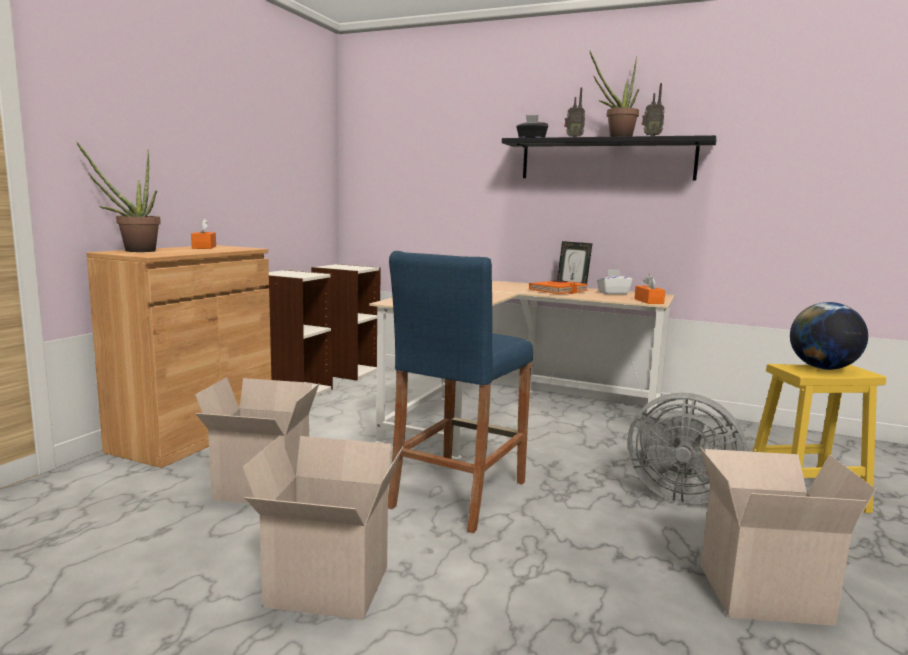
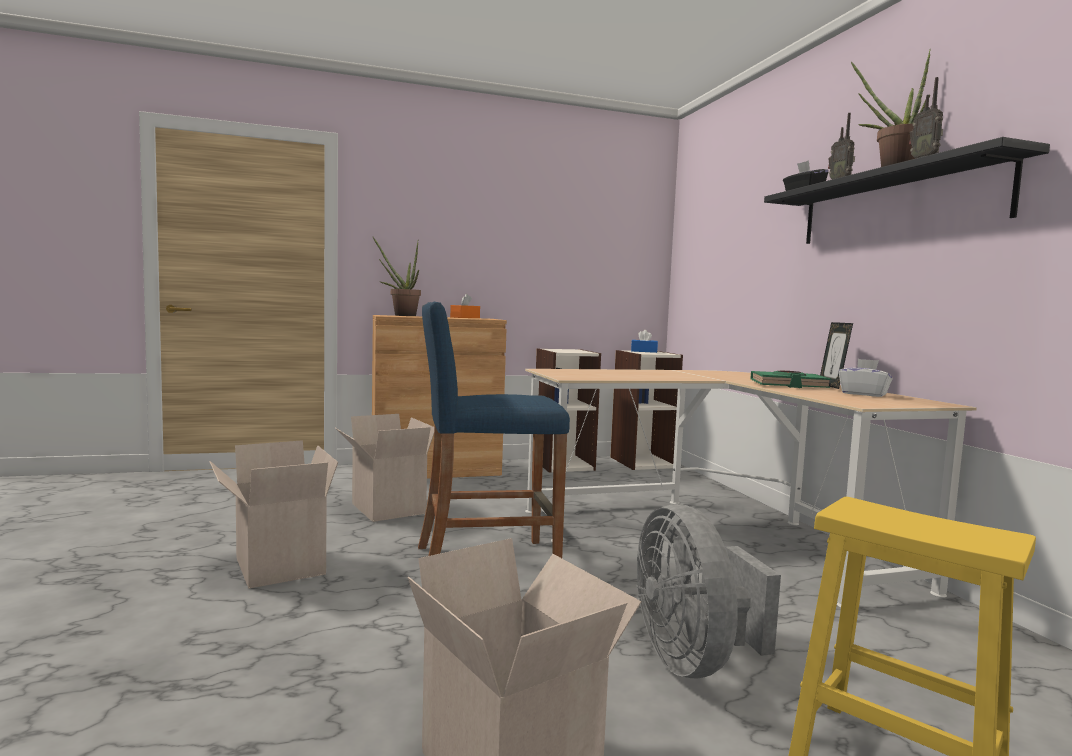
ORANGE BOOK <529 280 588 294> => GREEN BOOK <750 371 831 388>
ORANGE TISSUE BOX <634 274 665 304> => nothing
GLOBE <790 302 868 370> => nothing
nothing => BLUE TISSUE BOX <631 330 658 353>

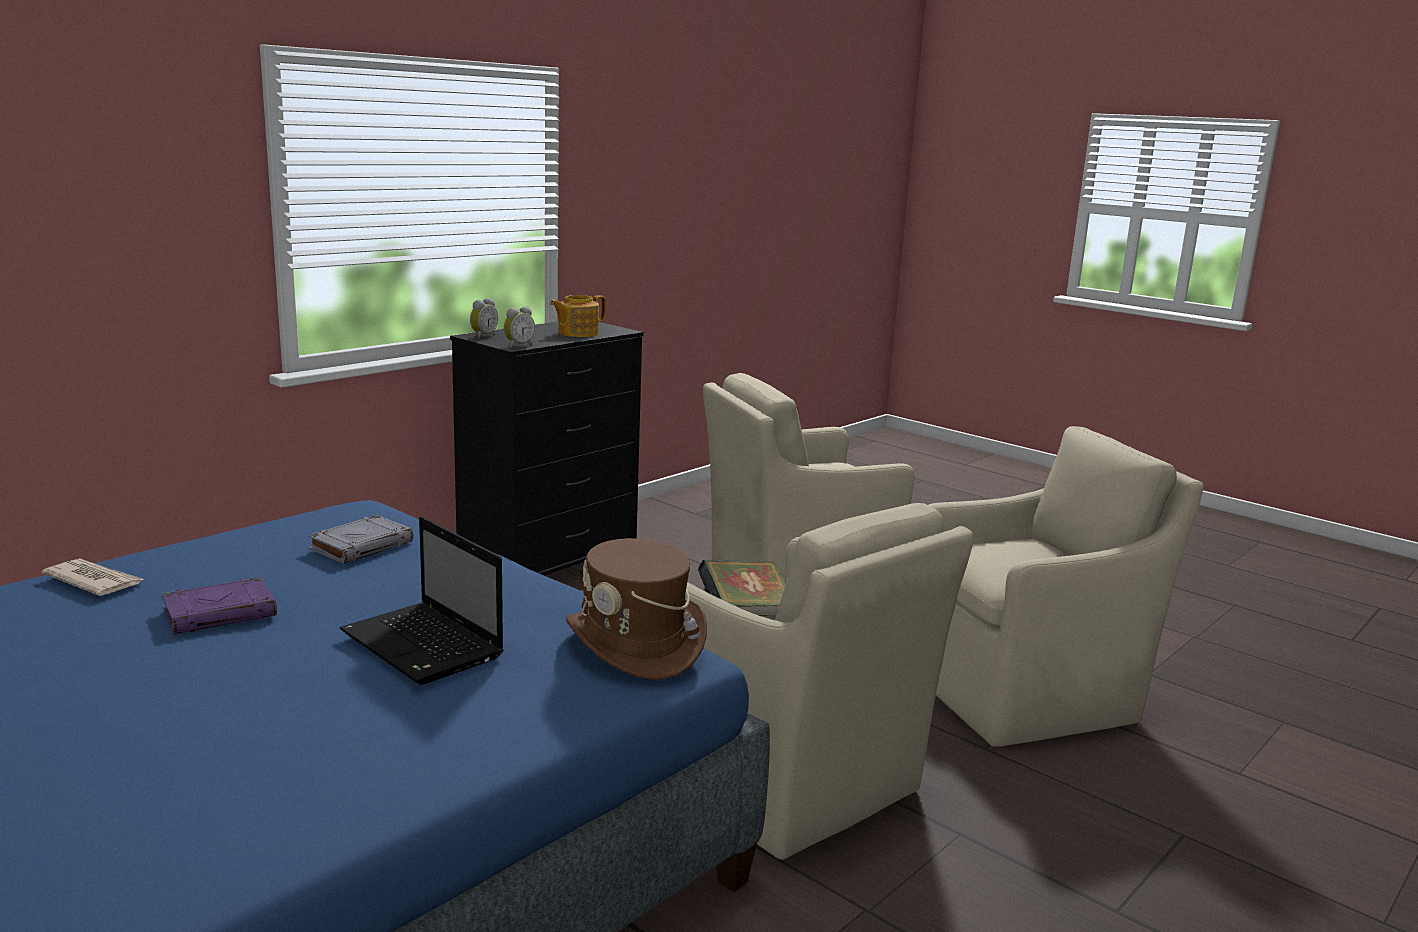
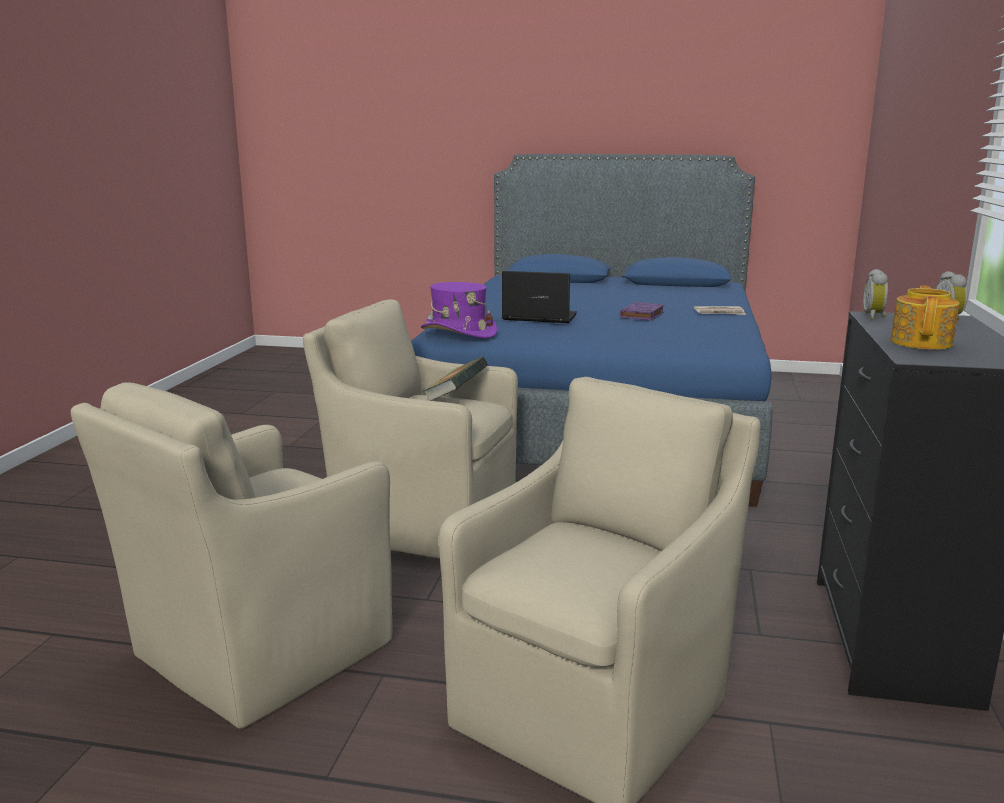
GREY BOOK <308 515 413 564> => nothing
BROWN HAT <566 538 707 680> => PURPLE HAT <421 282 497 338>

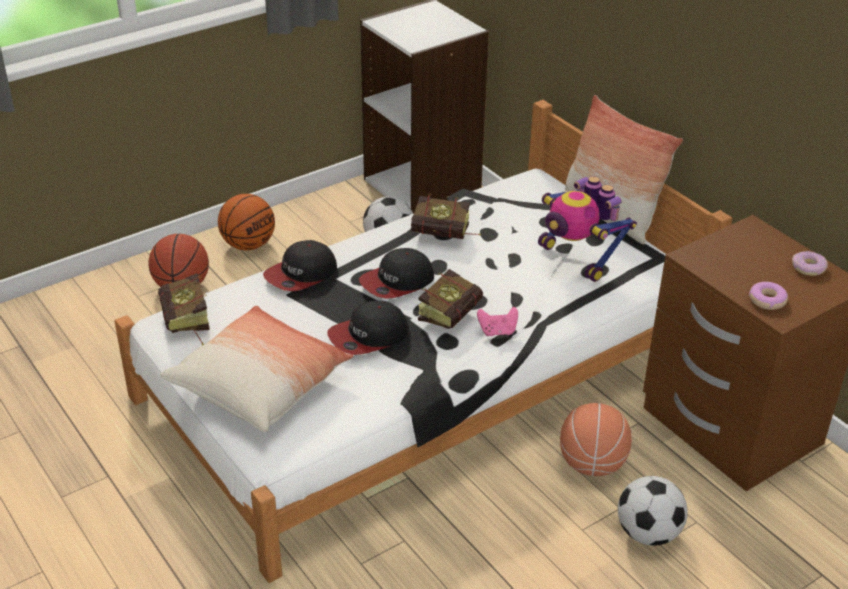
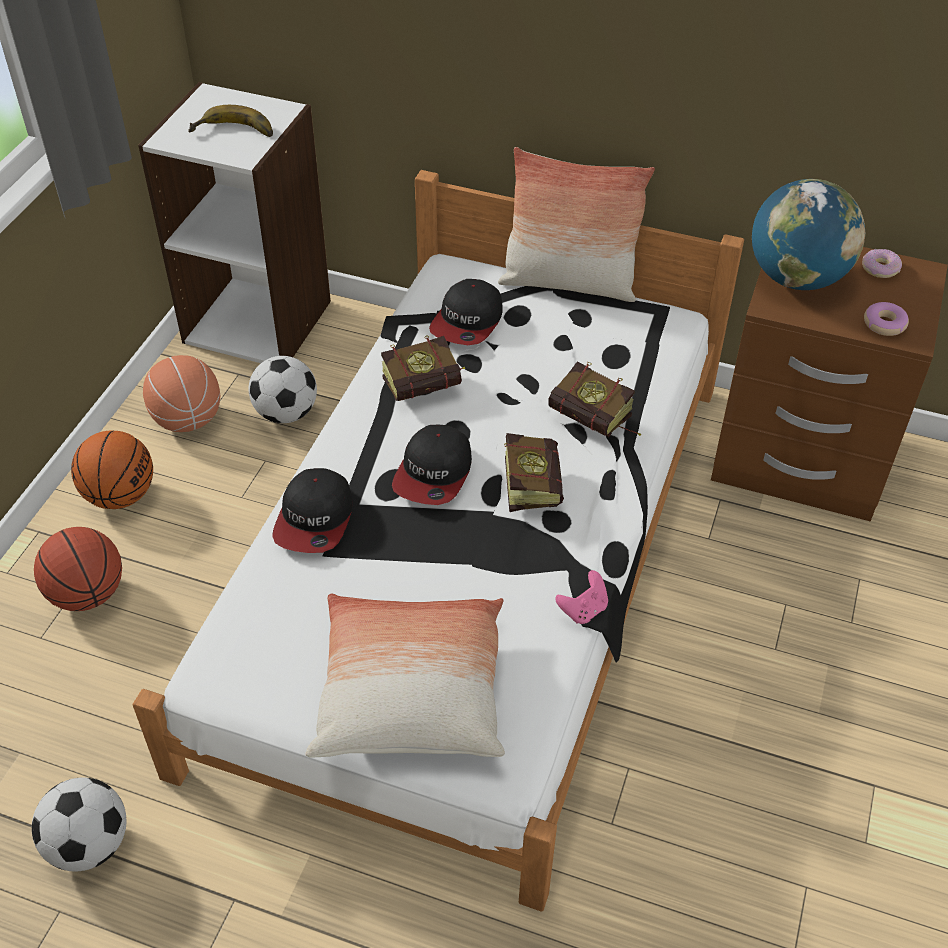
BOOK <158 273 210 345> => BOOK <548 361 641 437>, shifted
CAP <327 301 409 355> => CAP <429 279 502 345>, shifted
PINK GAME CONTROLLER <477 307 518 336> => PINK GAME CONTROLLER <556 570 608 624>, shifted
TOY ROBOT <538 176 637 282> => nothing
BASKETBALL <560 403 632 476> => BASKETBALL <143 355 220 432>, shifted
FOOTBALL <618 476 688 546> => FOOTBALL <32 777 127 871>, shifted
nothing => BANANA <188 105 273 137>
nothing => GLOBE <752 179 865 290>

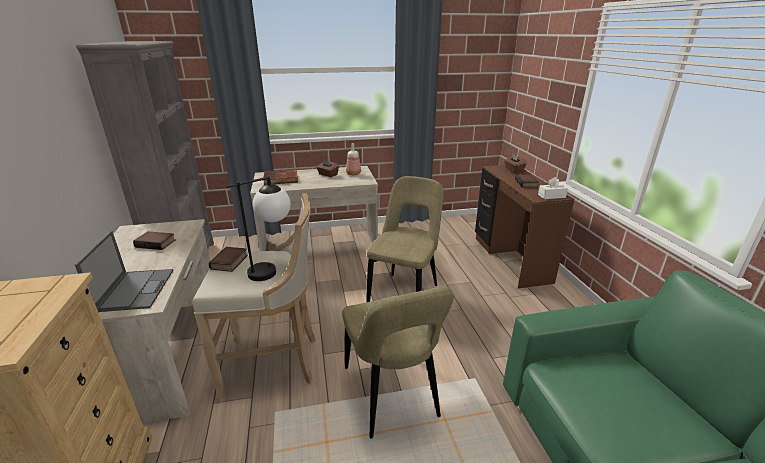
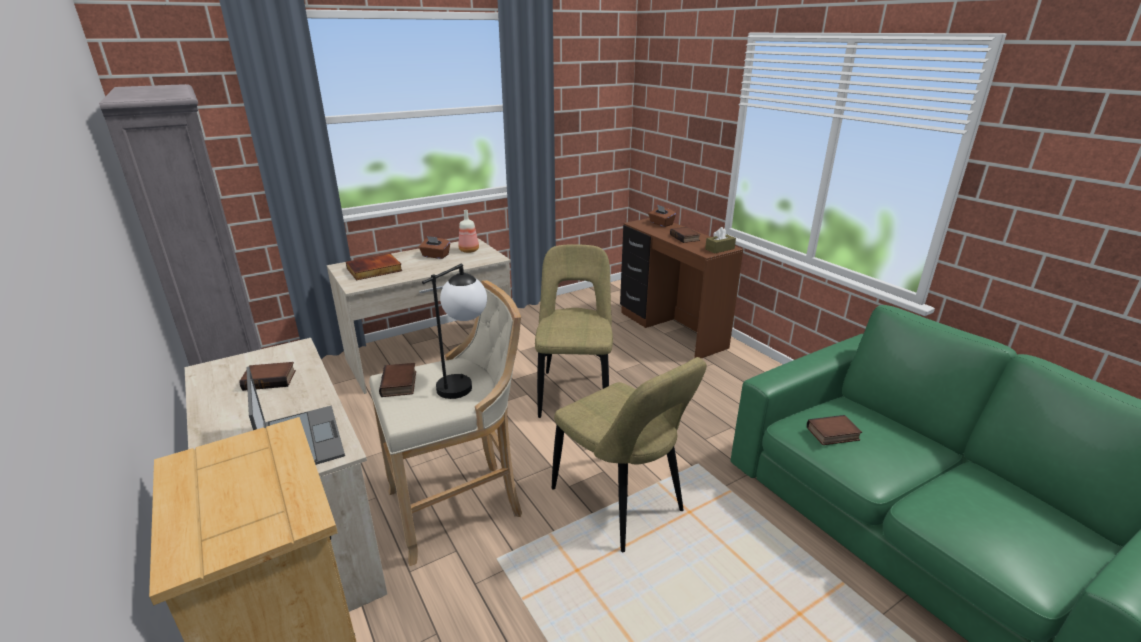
WHITE TISSUE BOX <538 177 568 199> => BROWN TISSUE BOX <705 227 736 253>
nothing => BOOK <807 415 862 445>

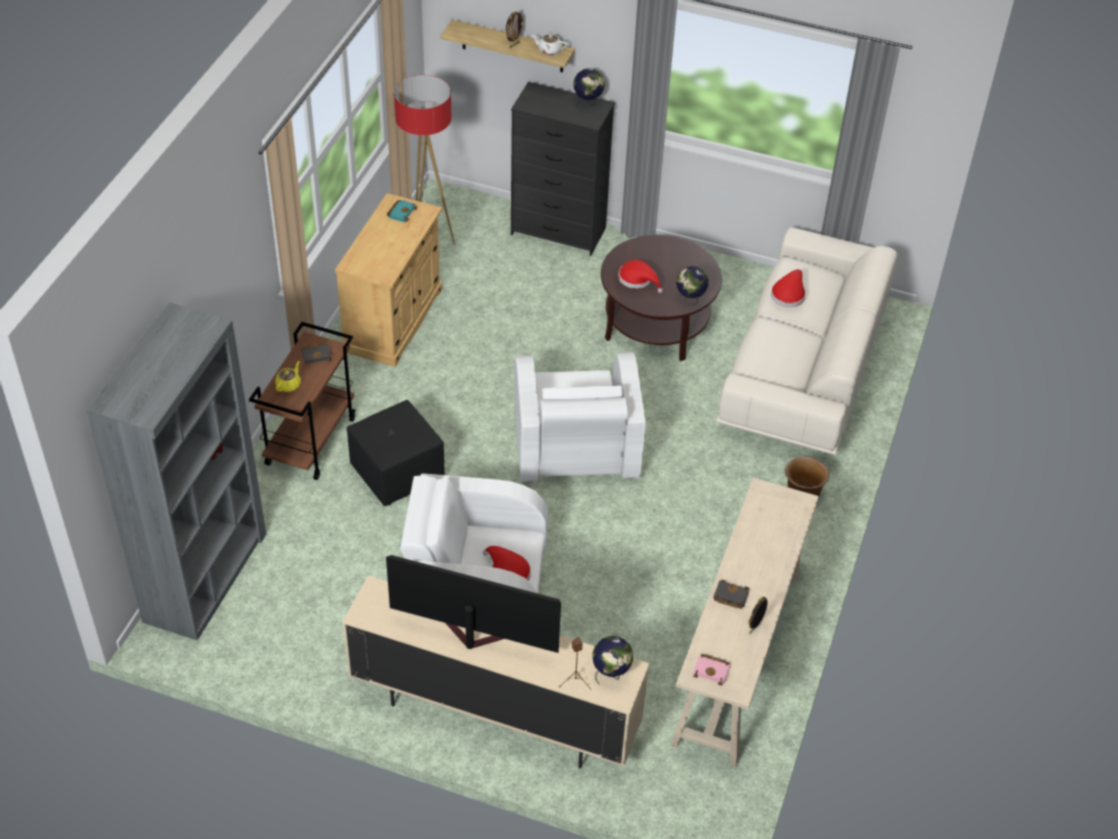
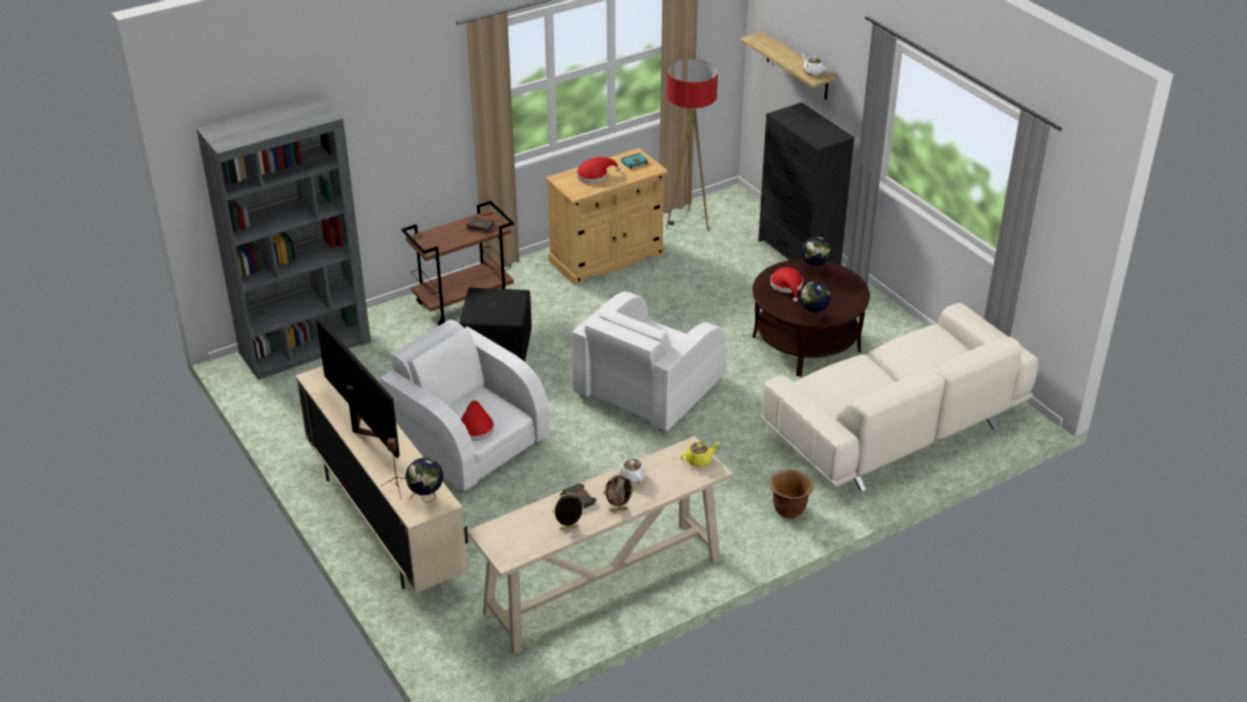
YELLOW TEAPOT <275 361 301 392> => YELLOW TEAPOT <681 442 719 467>, shifted
PICTURE FRAME <506 11 524 48> => PICTURE FRAME <603 475 635 511>, shifted
GLOBE <573 68 605 111> => GLOBE <802 236 831 273>, shifted
PINK BOOK <693 654 730 685> => nothing
RED HAT <771 269 806 307> => RED HAT <576 157 620 184>, shifted
nothing => WHITE TEAPOT <619 451 646 484>

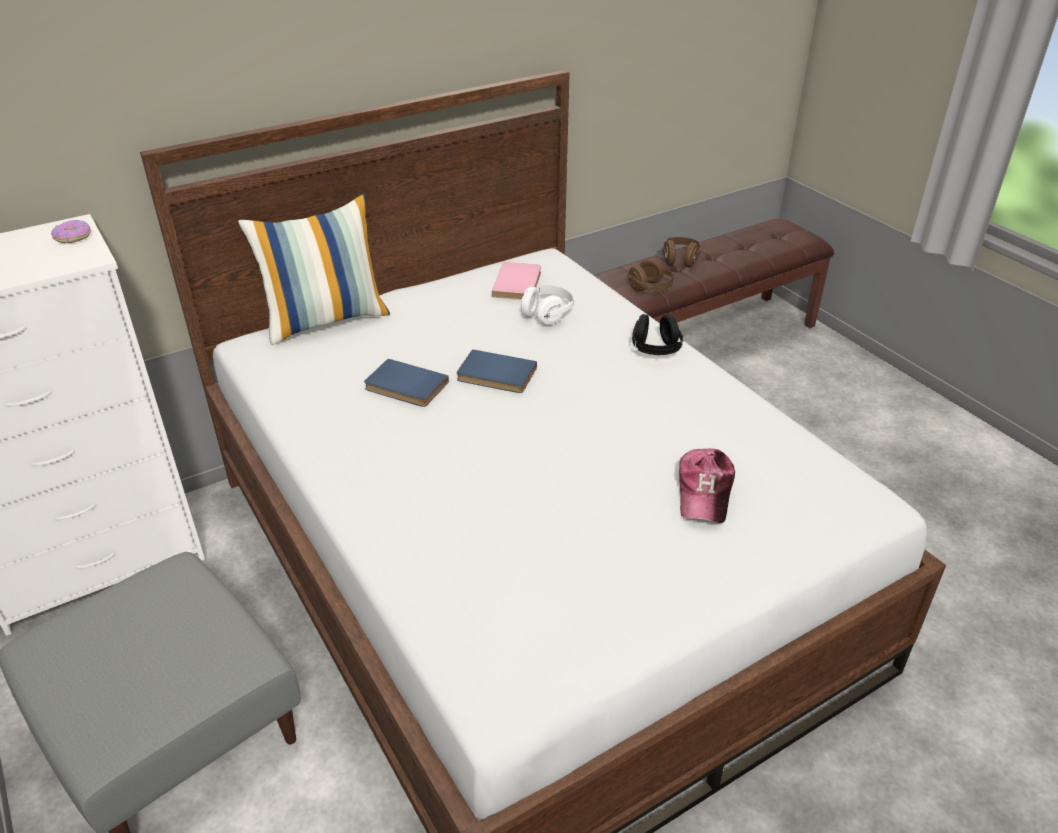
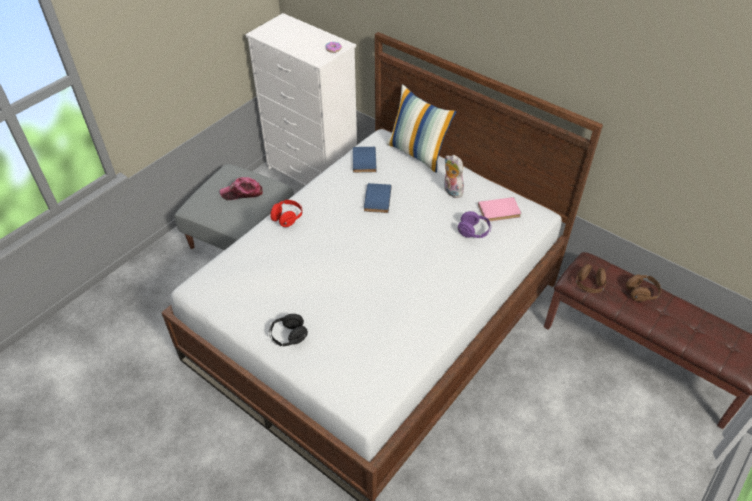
BLUE BOOK <457 349 537 393> => BLUE BOOK <353 147 377 173>, shifted
WHITE HEADPHONES <521 285 574 325> => PURPLE HEADPHONES <458 211 491 238>
BLACK HEADPHONES <632 314 683 355> => BLACK HEADPHONES <269 314 308 347>, shifted
CAP <679 448 735 523> => CAP <220 177 263 200>, shifted
nothing => RED HEADPHONES <271 200 303 227>
nothing => PLUSH TOY <444 155 464 198>

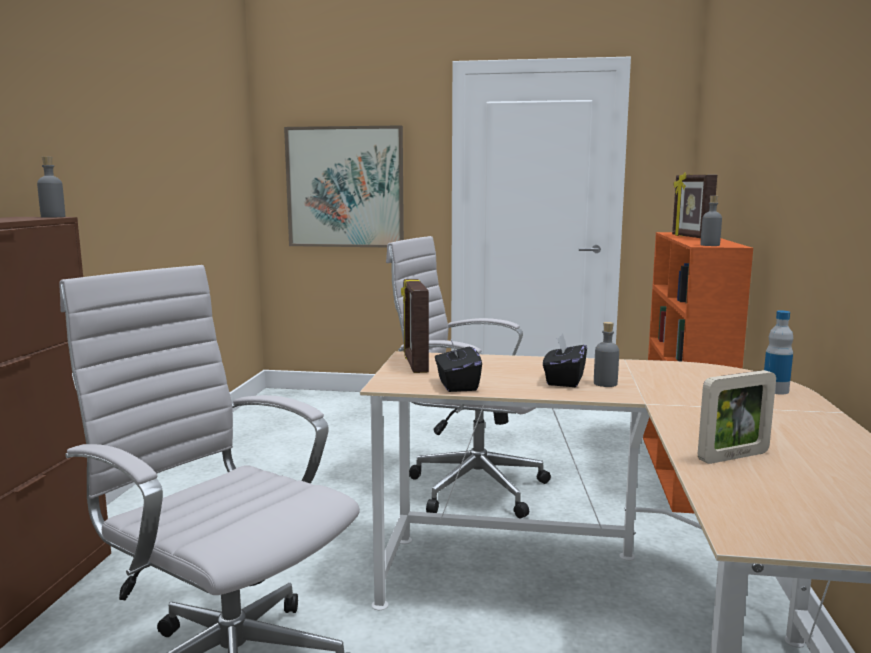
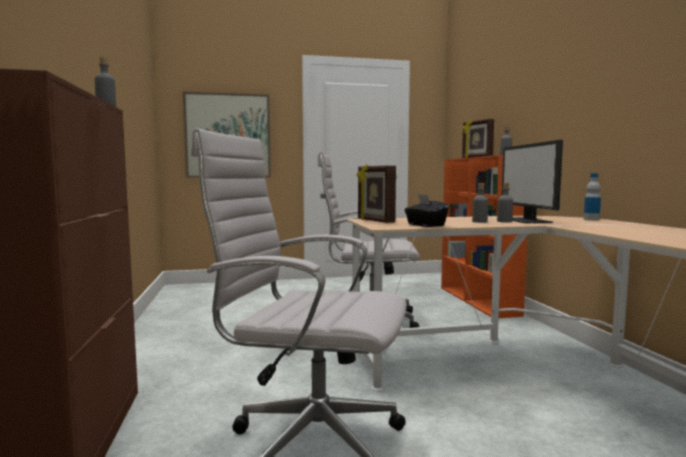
BLACK TISSUE BOX <543 333 587 387> => GREY BOTTLE <472 183 488 223>
PICTURE FRAME <698 370 776 464> => nothing
nothing => MONITOR <502 140 563 223>

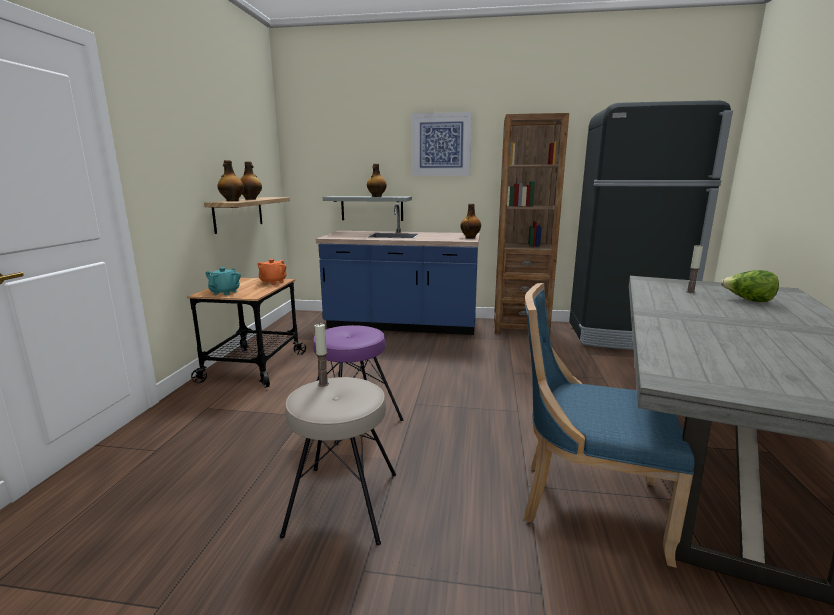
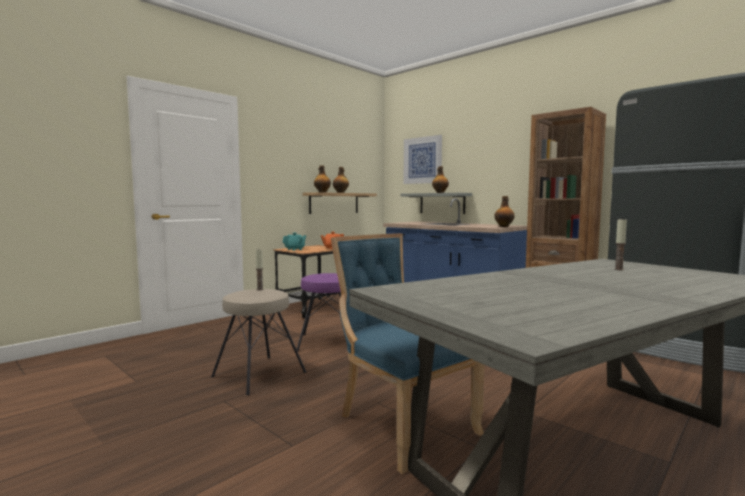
PICTURE <412 112 472 176> => PICTURE <404 135 442 184>, shifted
LETTUCE <721 270 779 302> => nothing

